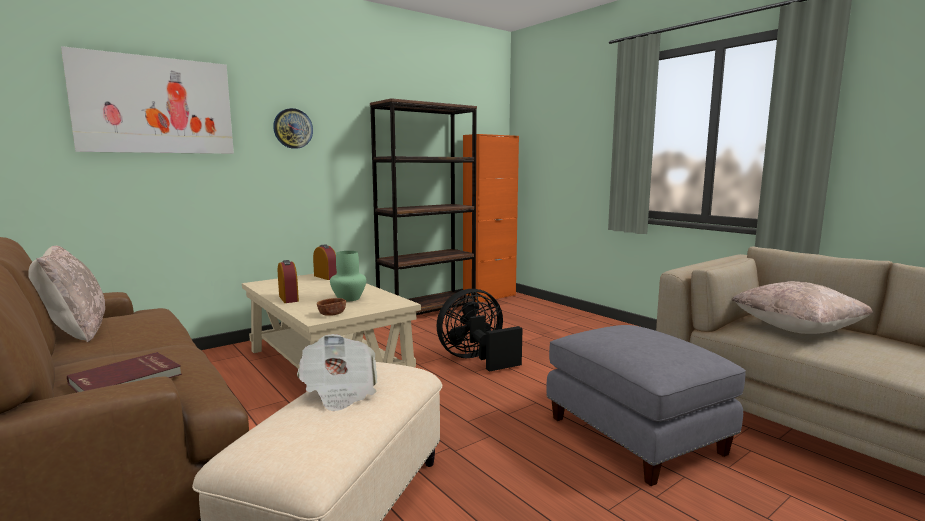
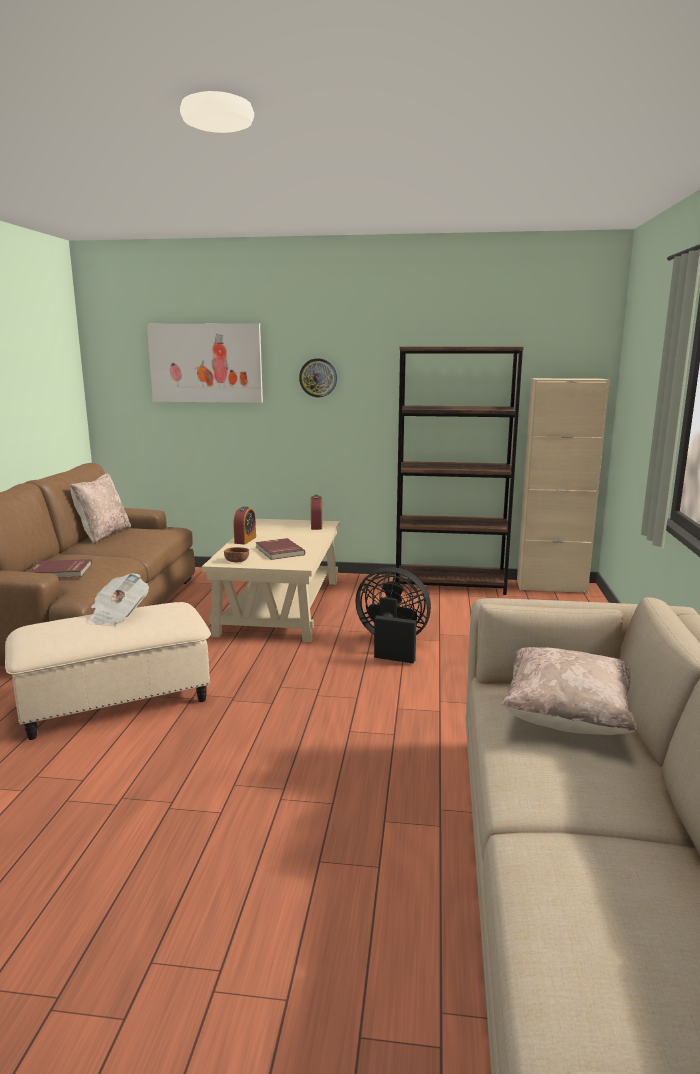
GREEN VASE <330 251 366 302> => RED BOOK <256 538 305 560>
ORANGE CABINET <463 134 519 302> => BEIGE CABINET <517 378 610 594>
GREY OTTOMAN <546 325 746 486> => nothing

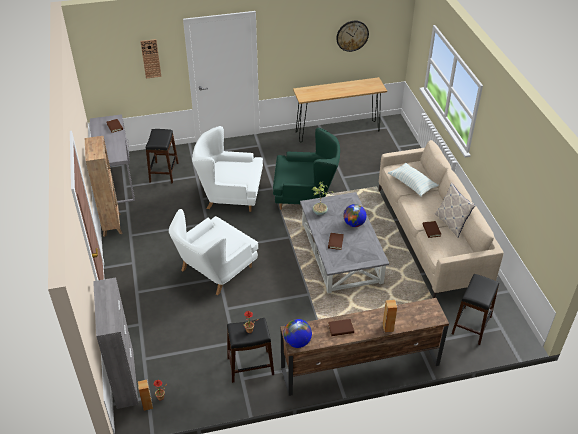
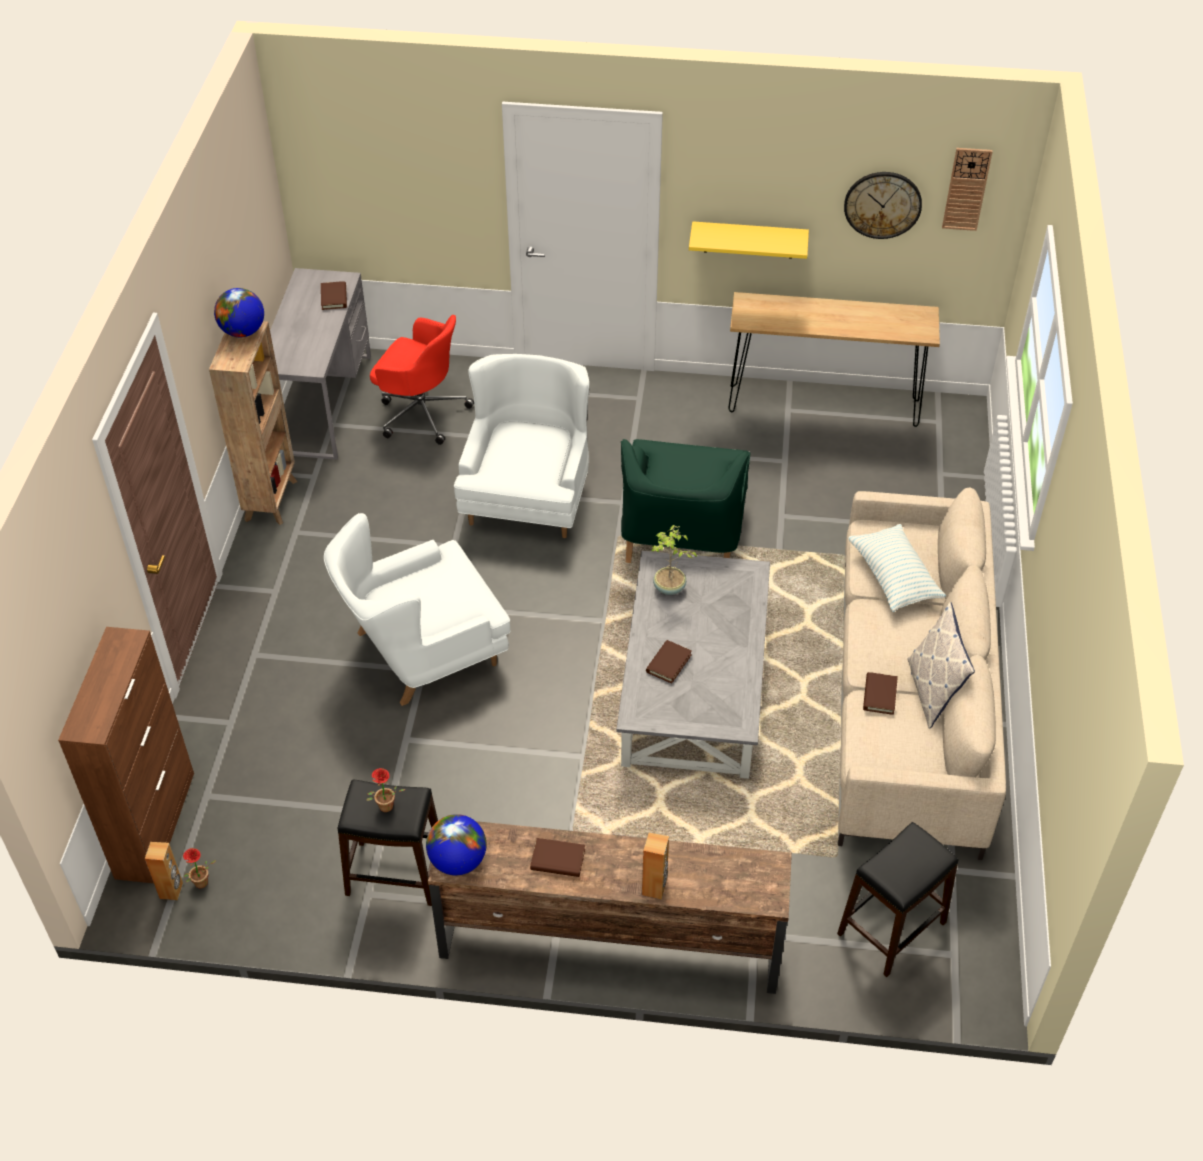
GREY CABINET <93 277 139 409> => BROWN CABINET <58 627 194 883>
WALL CLOCK <140 39 161 79> => WALL CLOCK <942 148 993 231>, shifted
BLACK STOOL <146 129 179 183> => RED OFFICE CHAIR <370 315 474 445>
WHITE ARMCHAIR <192 126 263 212> => WHITE ARMCHAIR <454 354 589 538>, 75 degrees clockwise
GREEN ARMCHAIR <273 128 340 210> => GREEN ARMCHAIR <621 439 750 563>, 75 degrees clockwise
GLOBE <343 204 367 227> => GLOBE <214 288 264 337>, shifted
nothing => YELLOW SHELF <689 221 809 259>

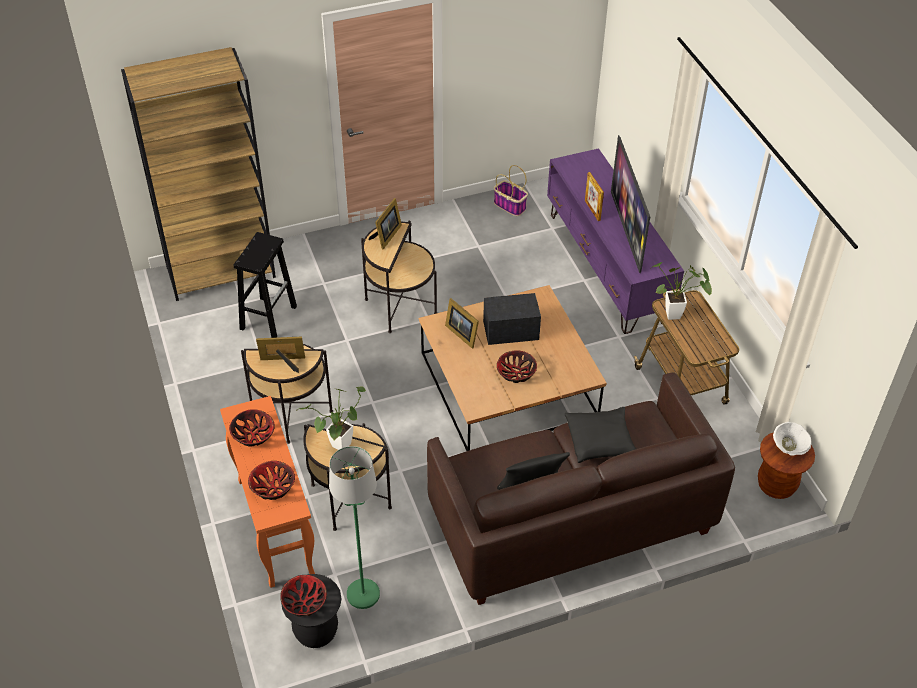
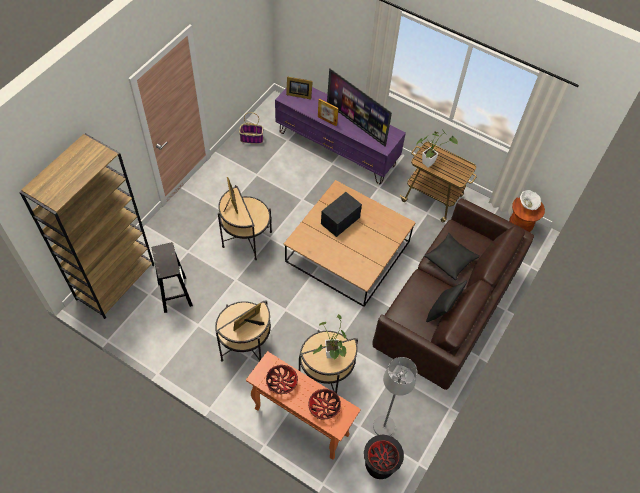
GREEN FLOOR LAMP <329 446 380 609> => GREY FLOOR LAMP <373 357 417 436>
PICTURE FRAME <445 298 479 349> => PICTURE FRAME <286 77 313 99>, shifted
BOWL <497 350 537 383> => nothing

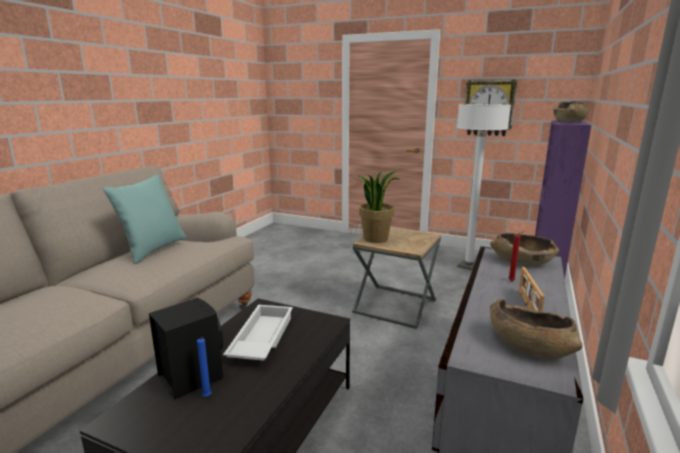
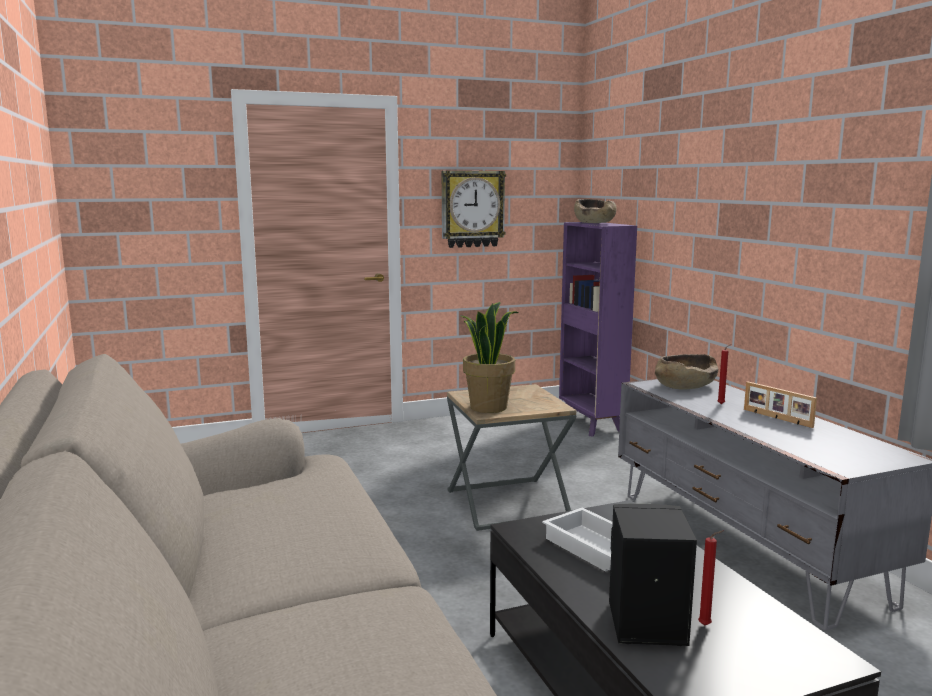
TURQUOISE PILLOW <103 175 186 264> => nothing
BLUE CANDLE <197 337 211 397> => RED CANDLE <698 530 723 626>
WHITE FLOOR LAMP <457 104 511 270> => nothing
BROWN BOWL <490 298 582 359> => nothing

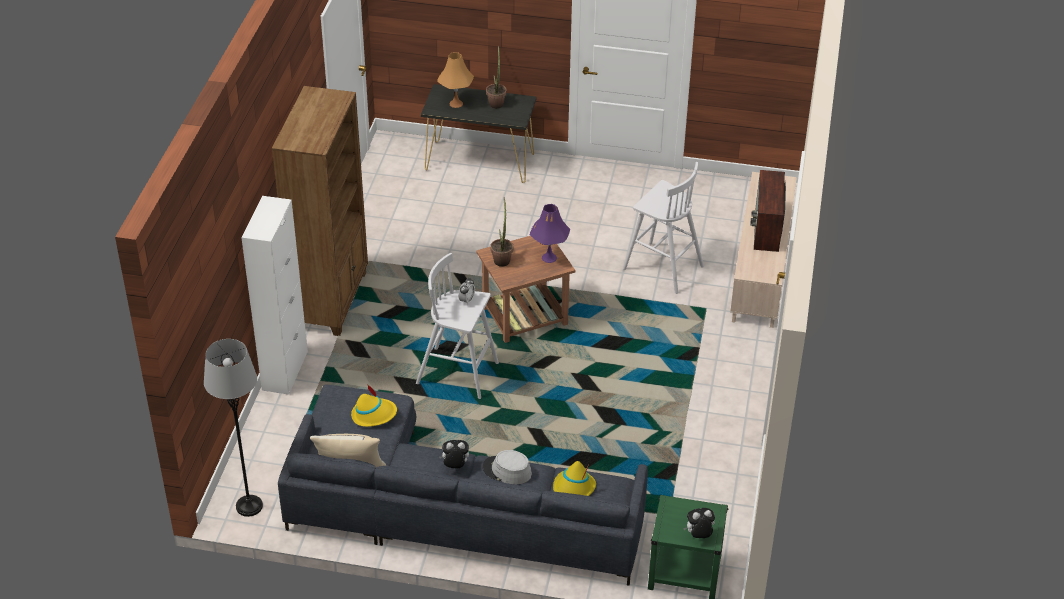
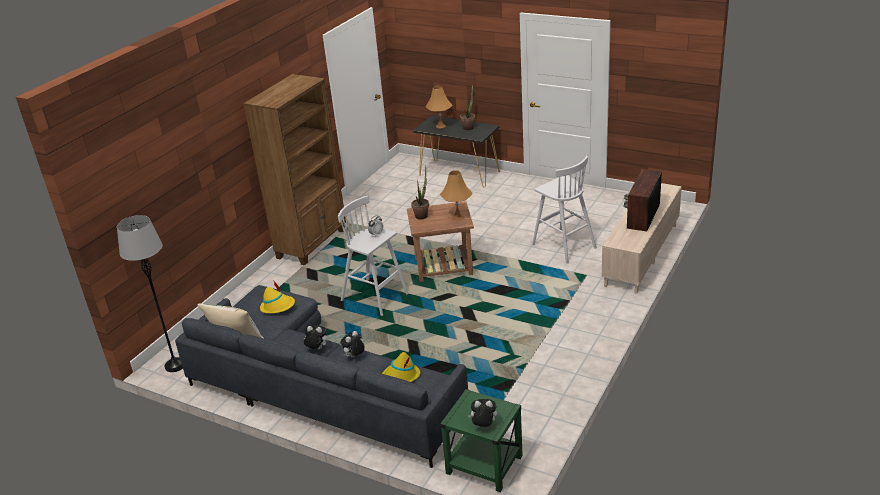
WHITE CABINET <241 196 308 395> => nothing
GREY HAT <482 450 532 484> => PLUSH TOY <341 331 365 358>
PURPLE TABLE LAMP <530 204 570 263> => ORANGE TABLE LAMP <440 170 473 220>

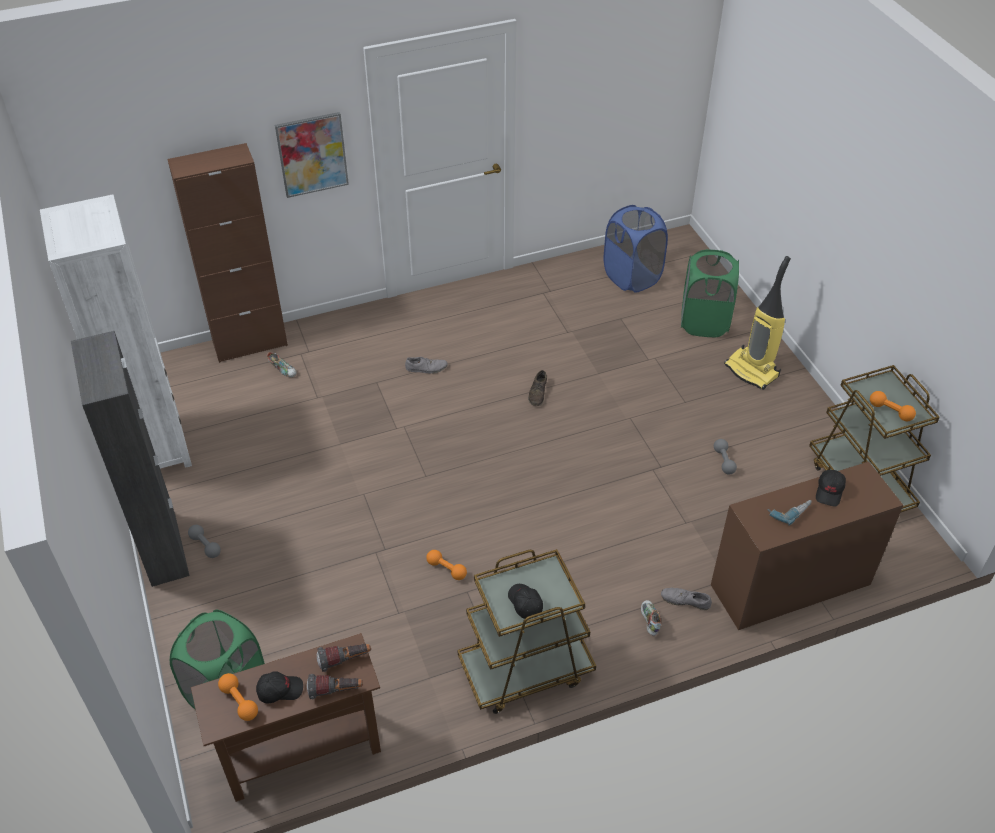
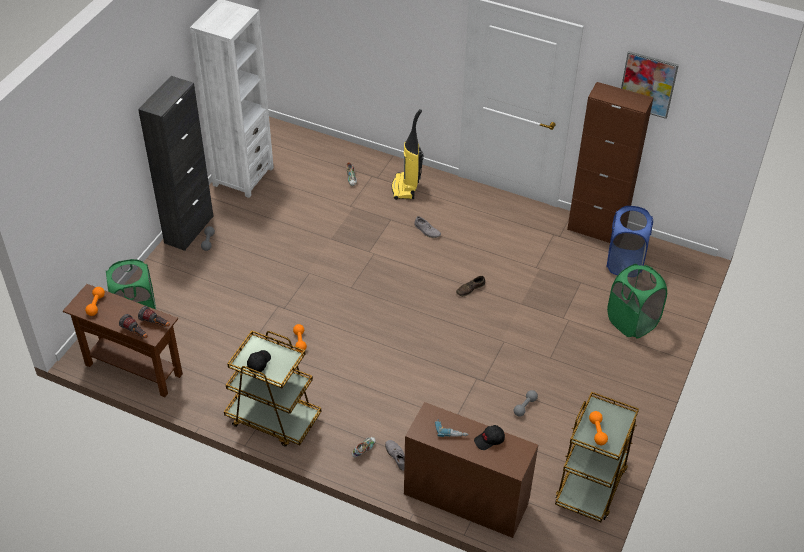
BROWN CABINET <167 143 288 363> => BROWN CABINET <567 82 653 243>, shifted
BLACK CAP <256 671 303 703> => nothing
PICTURE <275 112 349 198> => PICTURE <621 51 679 119>, shifted
VACUUM CLEANER <724 256 791 390> => VACUUM CLEANER <392 109 424 200>, shifted

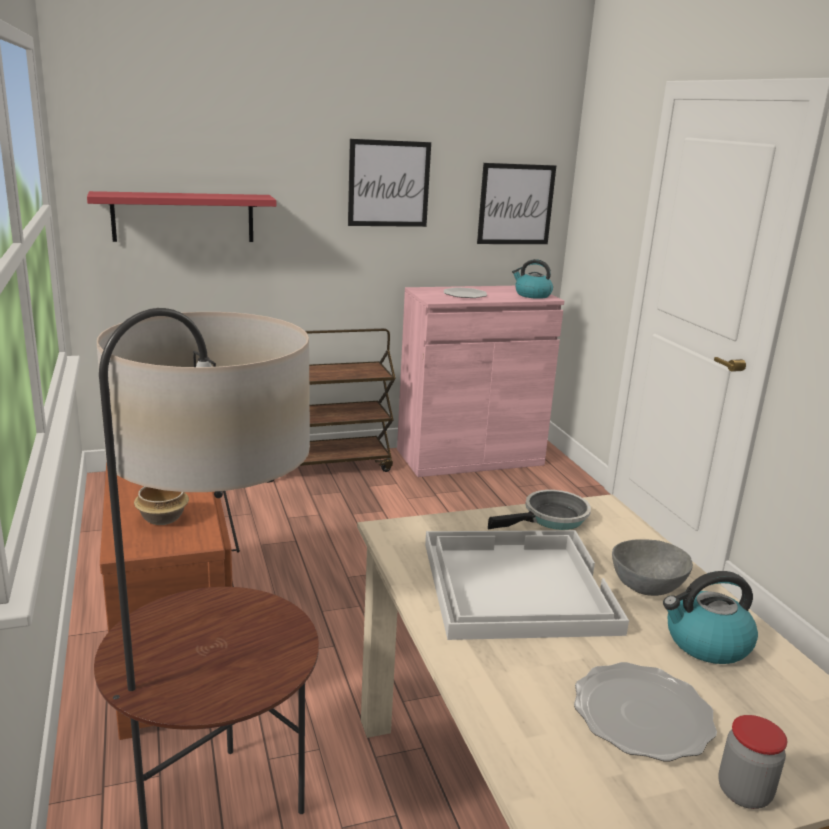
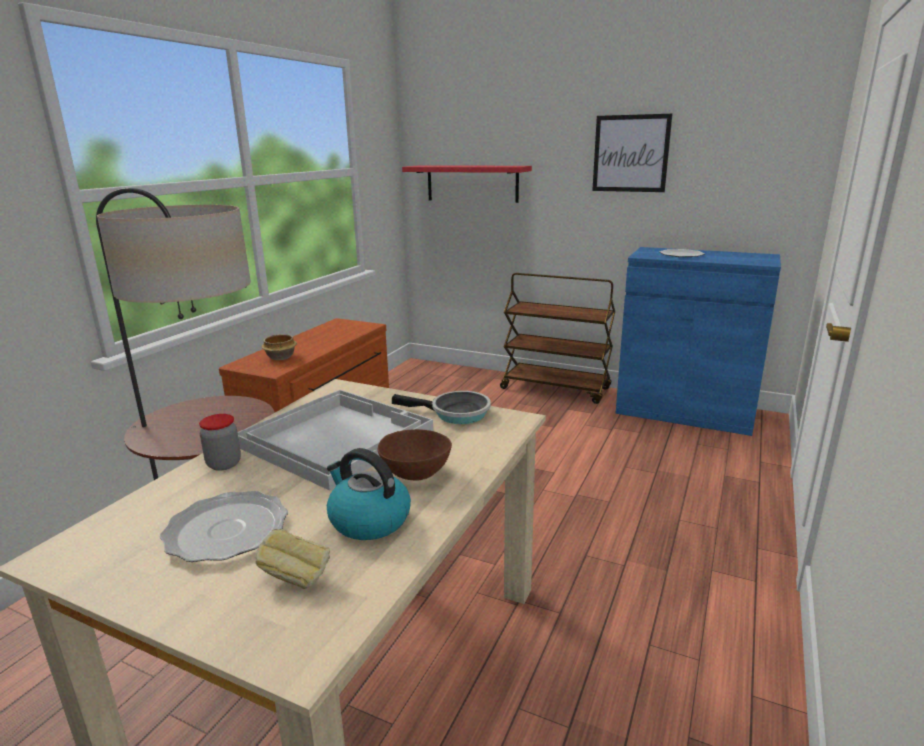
PINK CABINET <397 286 564 477> => BLUE CABINET <616 247 781 436>
PICTURE <477 163 556 244> => nothing
KETTLE <512 259 553 299> => nothing
GREY BOWL <612 539 693 596> => BROWN BOWL <378 429 452 481>
JAR <718 715 787 809> => JAR <199 414 241 471>, shifted
nothing => BREAD <255 529 330 589>

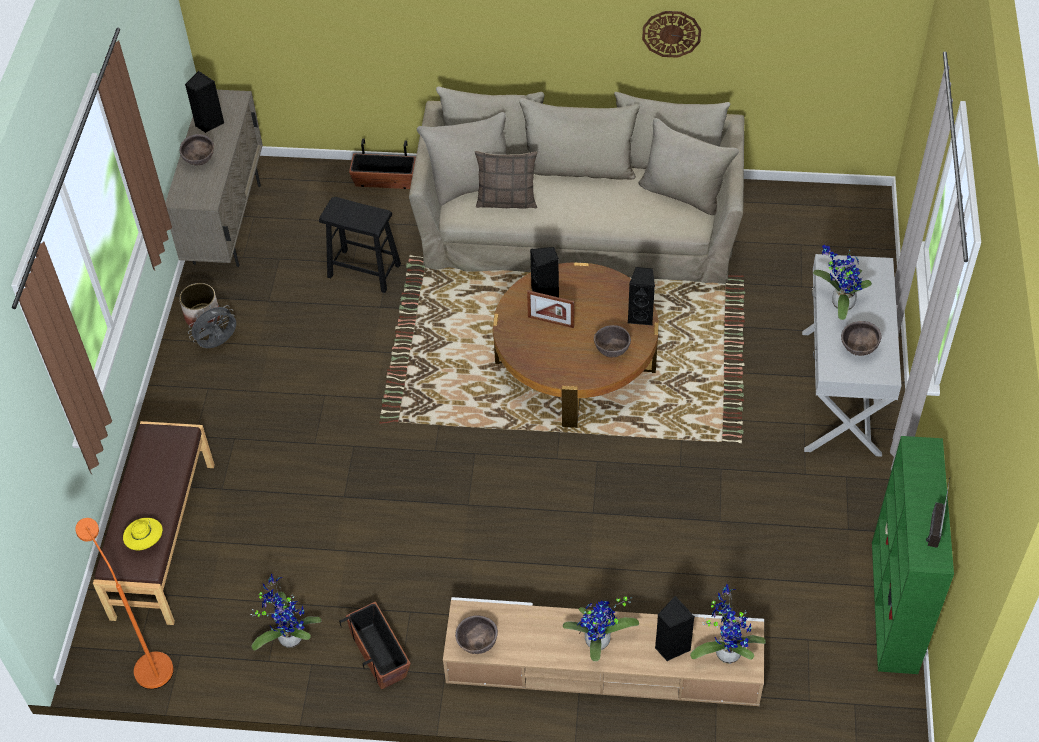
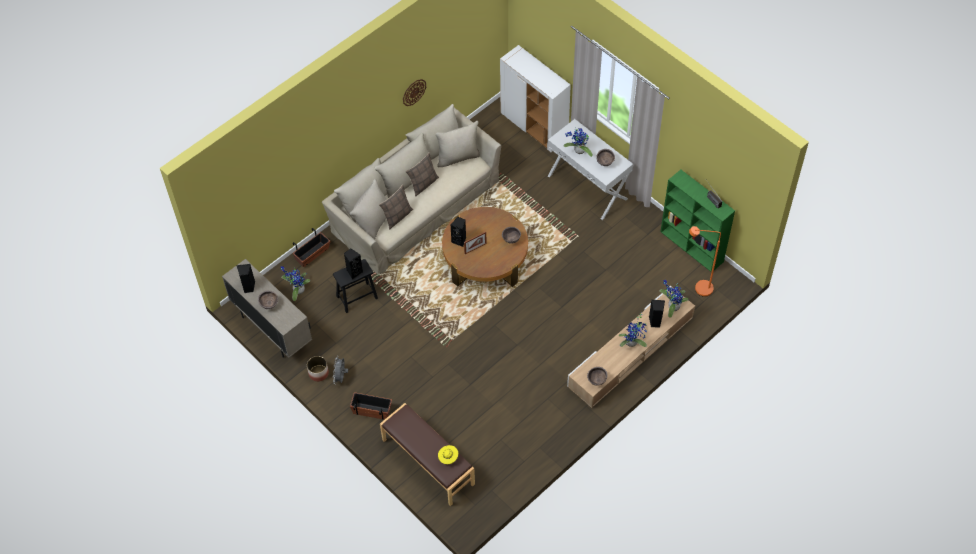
ORANGE FLOOR LAMP <75 518 174 689> => ORANGE FLOOR LAMP <689 226 721 297>, shifted
POTTED PLANT <250 574 321 650> => POTTED PLANT <281 266 310 301>, shifted
PLANTER <339 601 411 689> => PLANTER <350 392 392 420>, shifted
BLACK SPEAKER <628 267 655 325> => BLACK SPEAKER <344 249 363 280>, shifted
nothing => PILLOW <406 152 439 197>
nothing => WHITE CABINET <500 45 571 152>

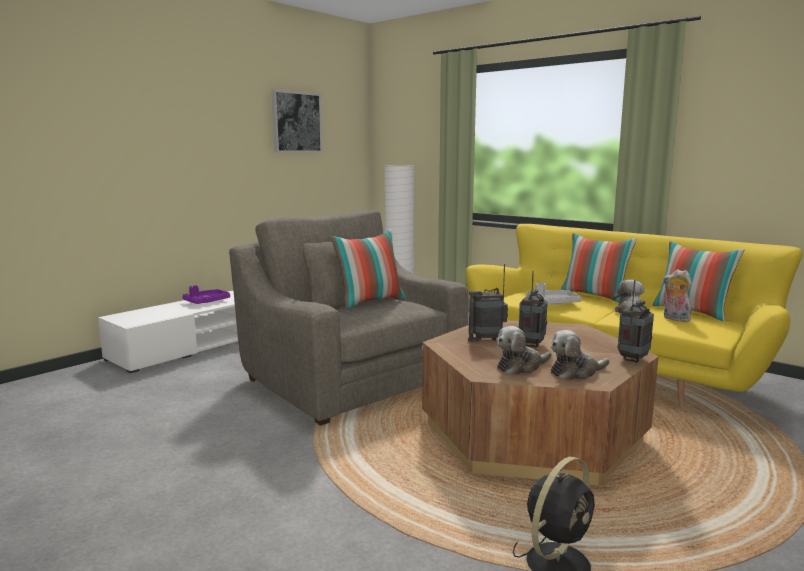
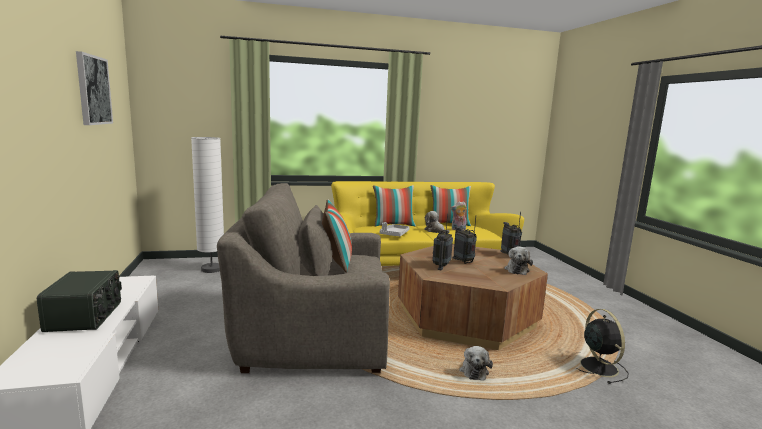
PURPLE TRAY <182 285 230 304> => RADIO <37 270 122 332>
PLUSH TOY <497 326 552 375> => PLUSH TOY <459 346 493 381>, shifted

